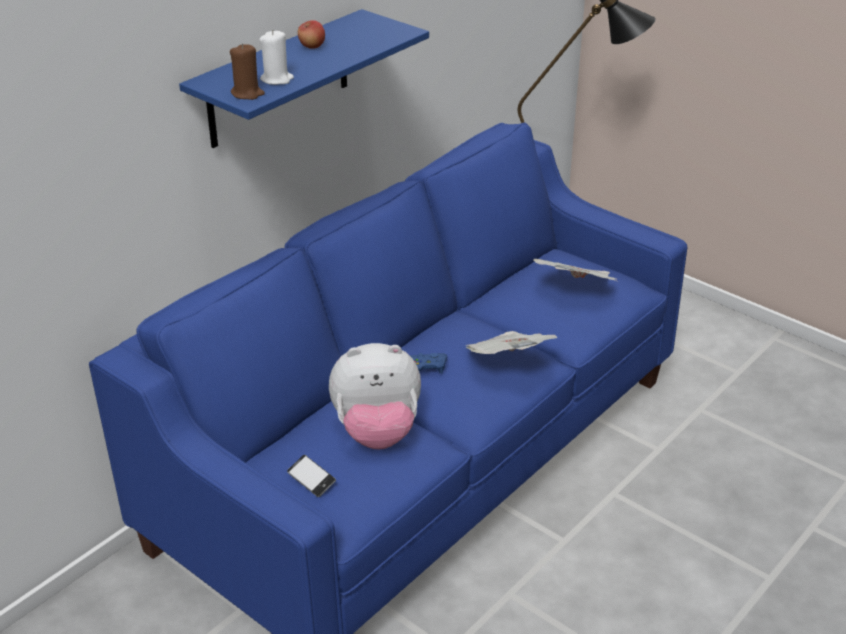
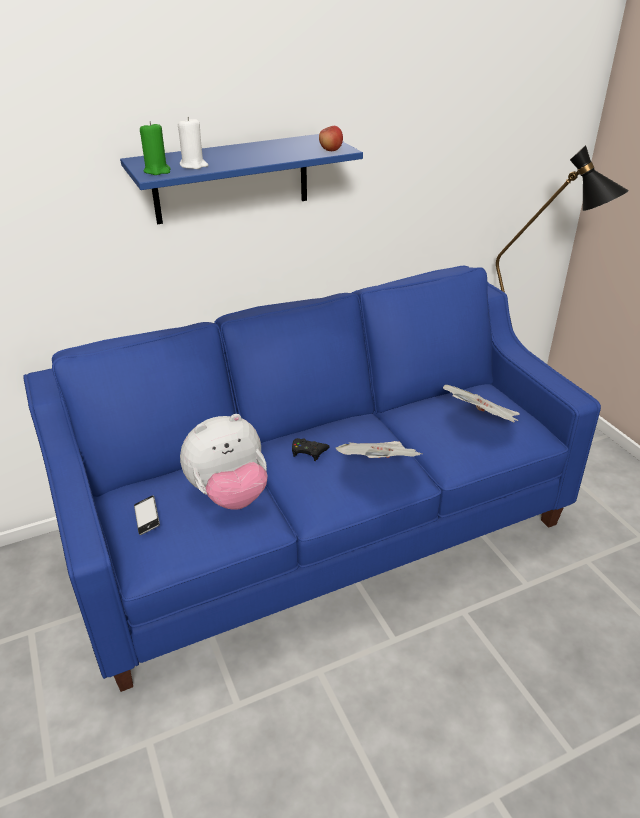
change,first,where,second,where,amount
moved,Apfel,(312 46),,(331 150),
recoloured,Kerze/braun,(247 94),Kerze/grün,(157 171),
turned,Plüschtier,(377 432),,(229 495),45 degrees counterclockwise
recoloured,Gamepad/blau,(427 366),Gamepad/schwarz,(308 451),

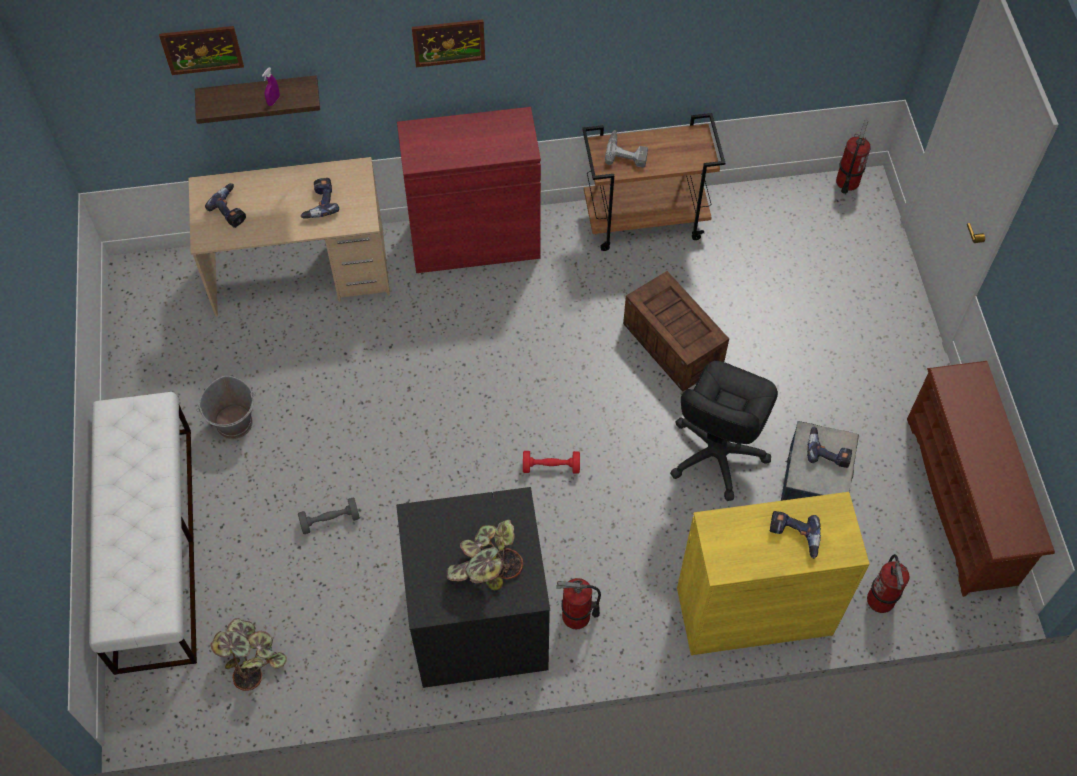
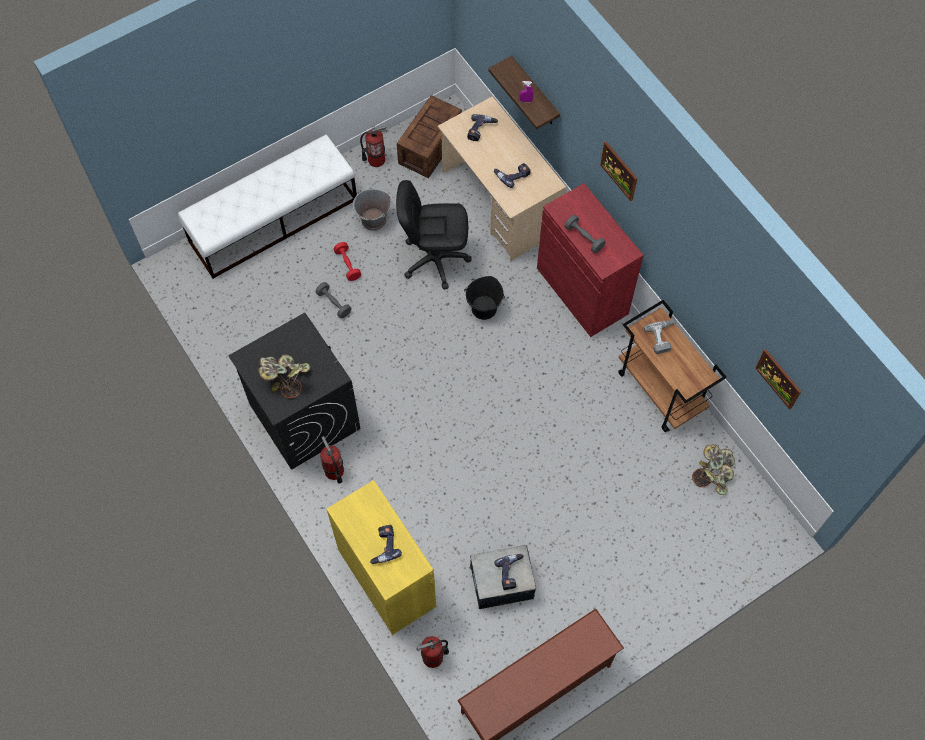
change,first,where,second,where,amount
moved,Bild,(202 49),,(778 378),
moved,Feuerlöscher,(847 182),,(376 159),
moved,Kiste,(674 345),,(429 147),
moved,Bürostuhl/schwarz,(716 454),,(435 259),
moved,Hantel/rot,(551 467),,(347 265),
moved,Topfpflanze,(251 659),,(713 474),
added,,,Hantel/grau,(584 238),
added,,,Eimer/schwarz,(484 308),

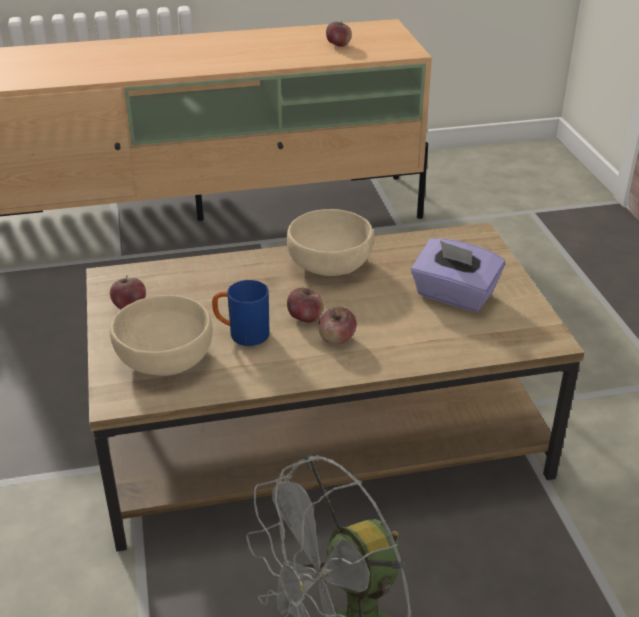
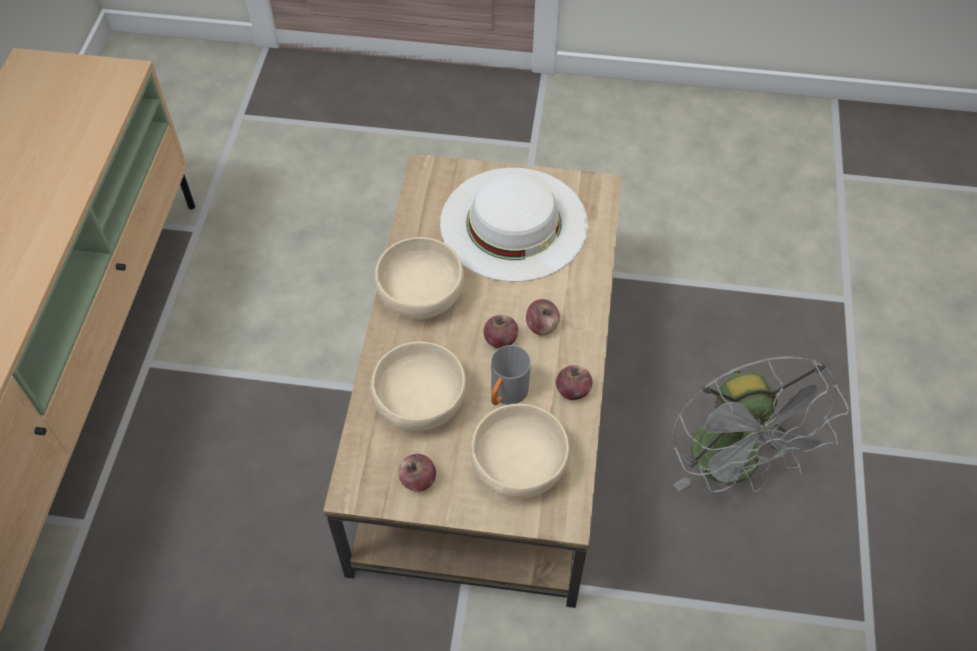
change,first,where,second,where,amount
moved,Apfel,(338 45),,(573 390),
replaced,Taschentuchbox/lila,(454 295),Hut/weiß,(514 223),
recoloured,Henkelbecher/blau,(242 334),Henkelbecher/grau,(506 395),
added,,,Schüssel/beige,(422 401),

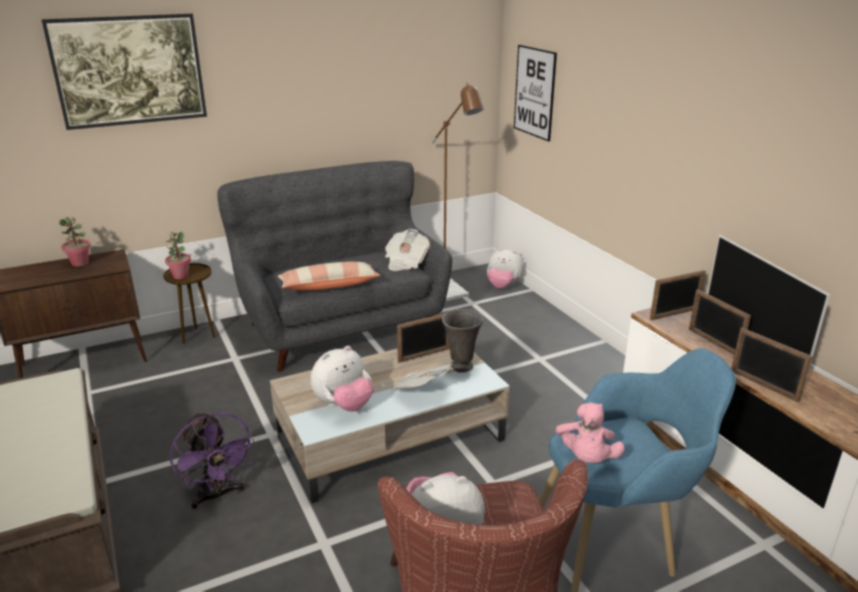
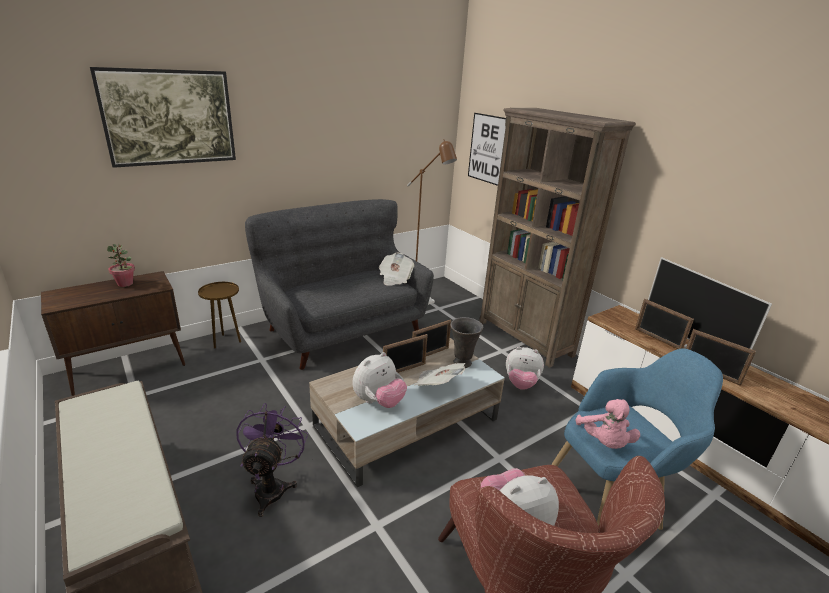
change,first,where,second,where,amount
removed,Topfpflanze,(180 276),,,
moved,Plüschtier,(503 286),,(521 384),
removed,Kissen,(329 286),,,
moved,Bilderrahmen,(674 314),,(404 370),
turned,Ventilator/lila,(217 495),,(272 486),135 degrees counterclockwise
added,,,Bücherregal/braun,(525 338),

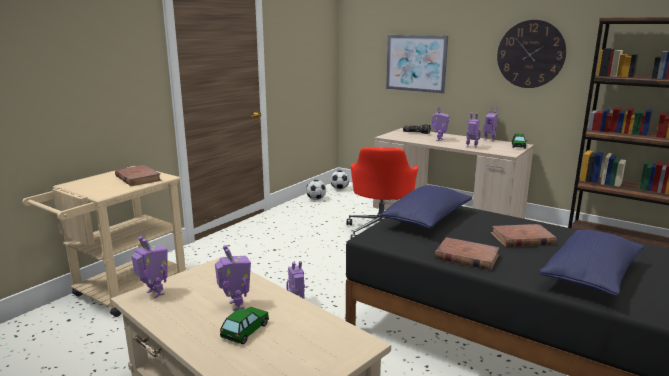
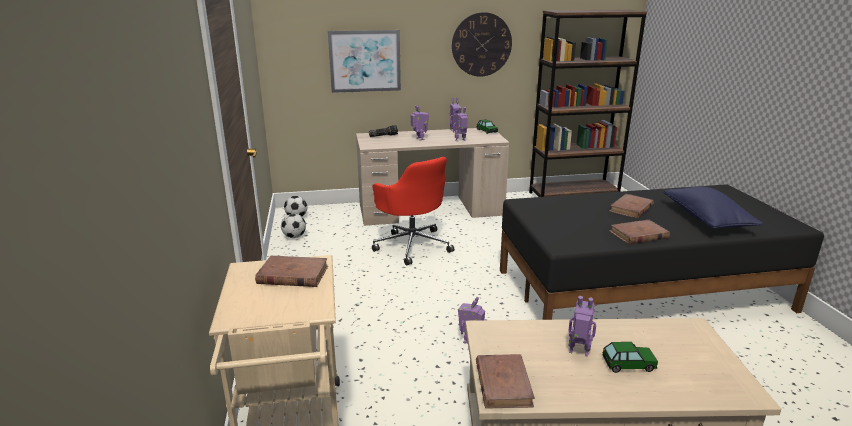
change,first,where,second,where,amount
removed,Kissen/blau,(427 220),,,
replaced,Spielzeugroboter,(154 293),Buch/braun,(503 384),
turned,Spielzeugauto,(245 330),,(628 364),105 degrees clockwise

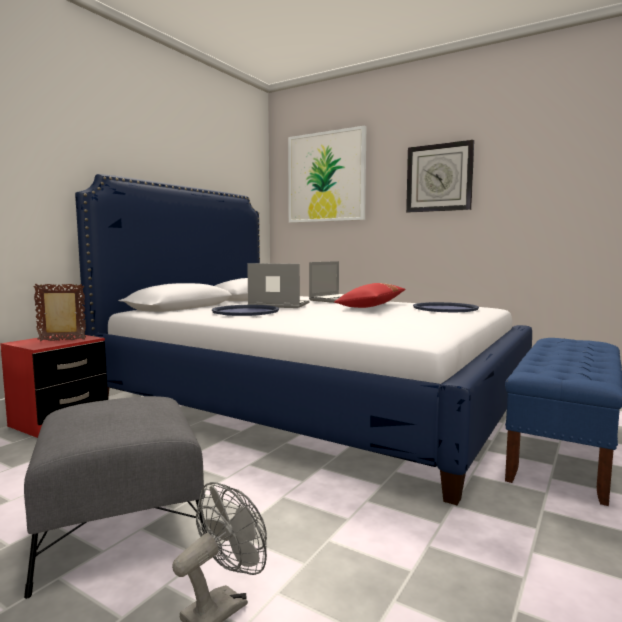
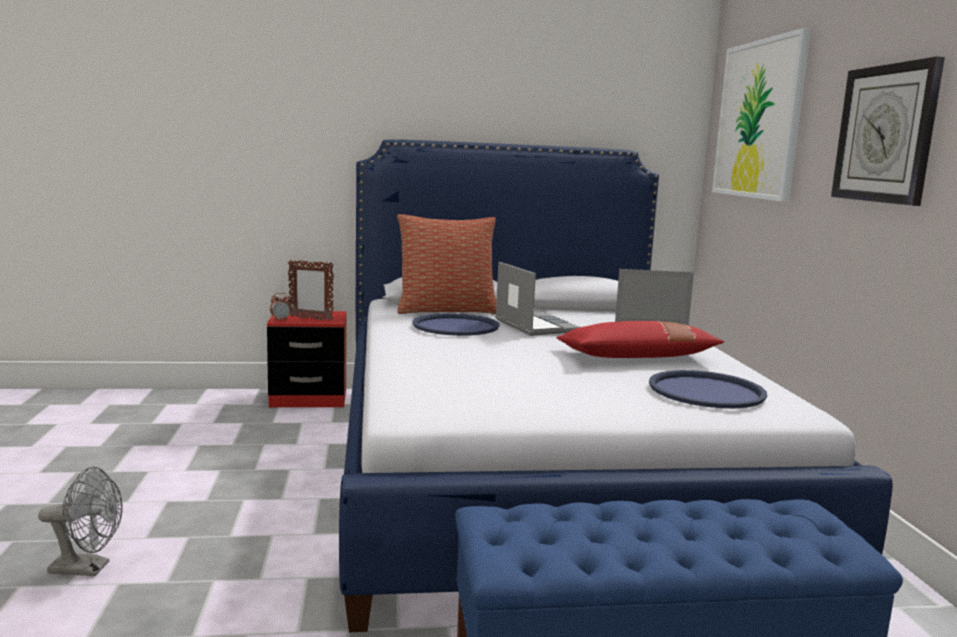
change,first,where,second,where,amount
turned,Bilderrahmen,(62 340),,(311 318),150 degrees clockwise
removed,Polsterhocker/grau,(122 526),,,
added,,,Kissen,(446 310),
added,,,Wecker,(280 320),

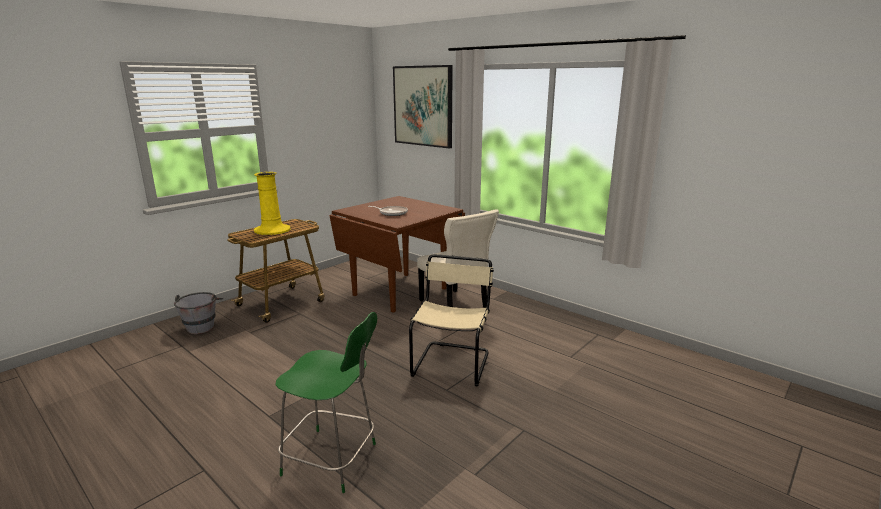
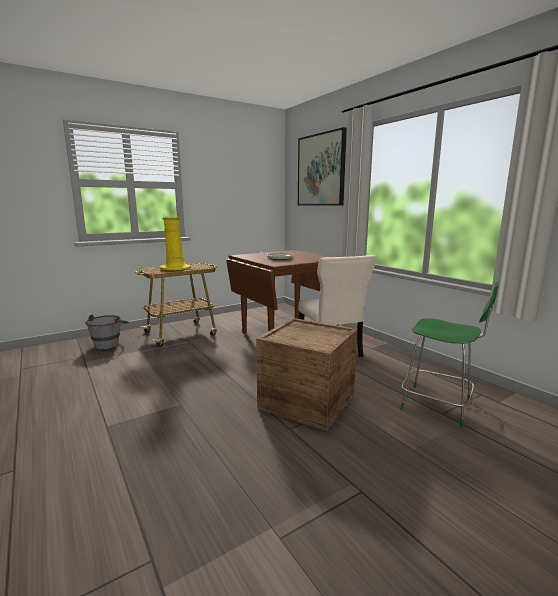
change,first,where,second,where,amount
replaced,Stuhl/beige,(452 362),Kiste,(307 401),
moved,Hocker/grün,(333 460),,(439 406),

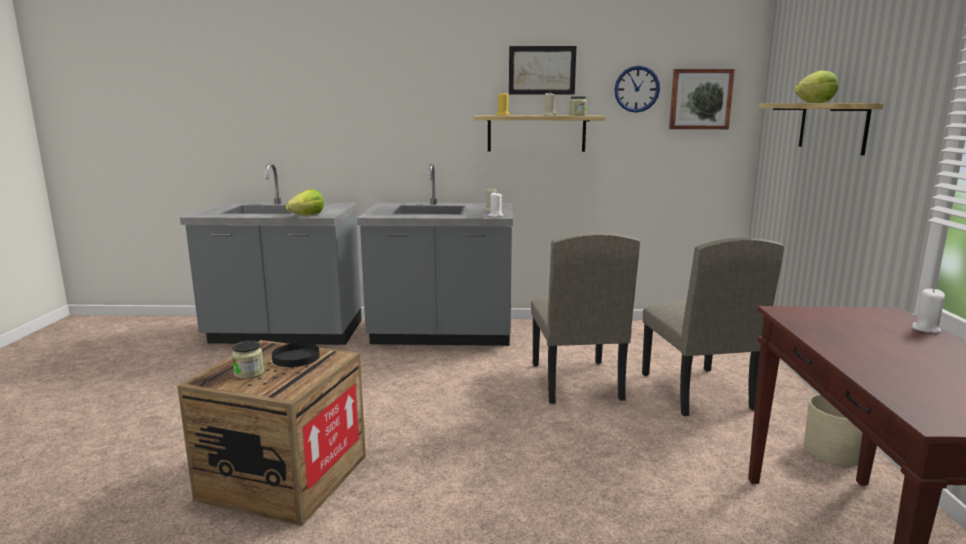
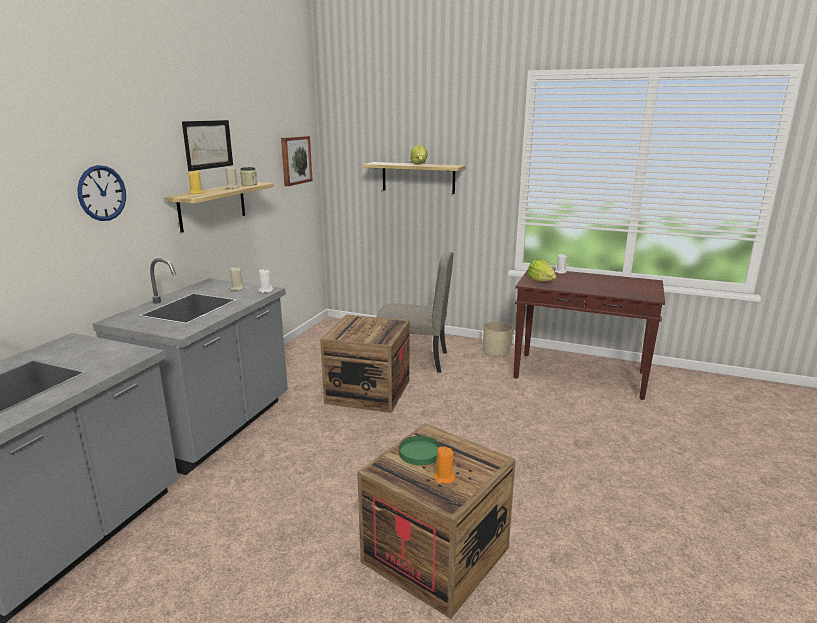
change,first,where,second,where,amount
moved,Wanduhr,(636 89),,(102 193),
moved,Salatkopf,(307 215),,(541 281),
replaced,Stuhl/beige,(575 381),Kiste,(368 392),
replaced,Vorratsglas,(249 373),Kerze/orange,(444 478),
recoloured,Teller/schwarz,(295 357),Teller/grün,(420 453),

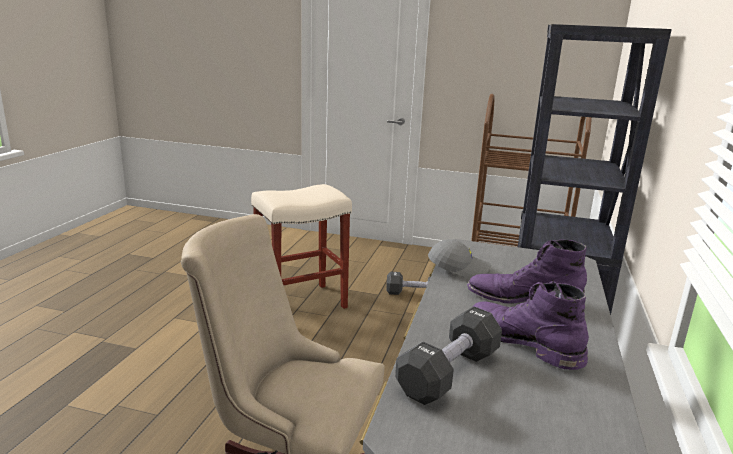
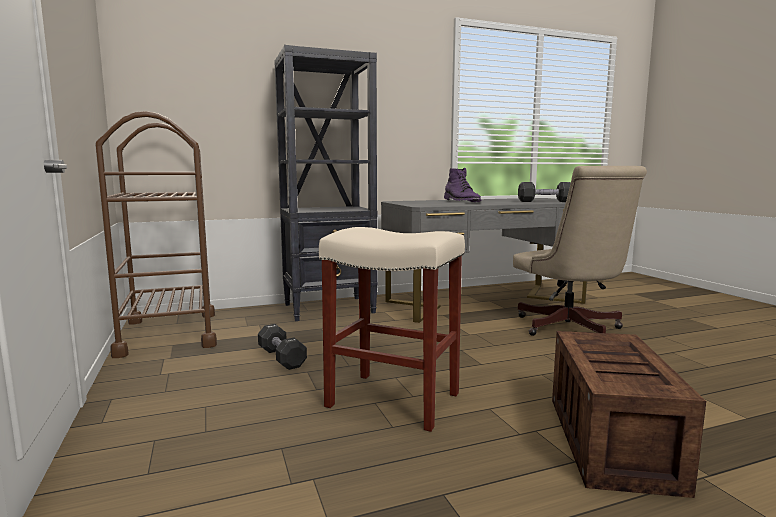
change,first,where,second,where,amount
removed,Kappe/grau,(458 268),,,
removed,Stiefel/lila,(523 341),,,
added,,,Kiste,(612 442),

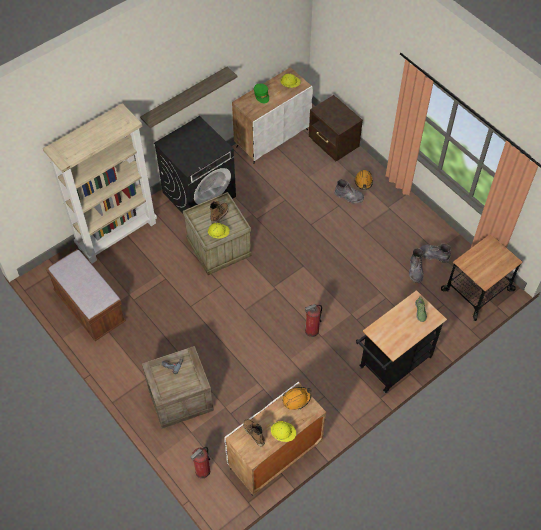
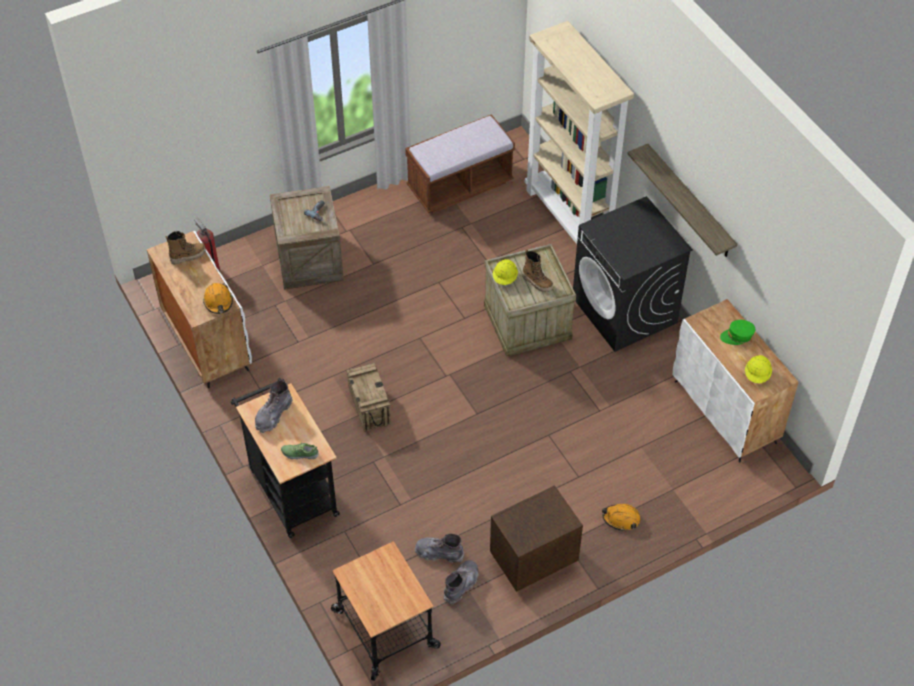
change,first,where,second,where,amount
moved,Nachttisch/braun,(333 145),,(532 559),
moved,Stiefel/grau,(349 197),,(273 415),
replaced,Feuerlöscher,(312 331),Kiste,(368 406),
removed,Schutzhelm/gelb,(283 434),,,

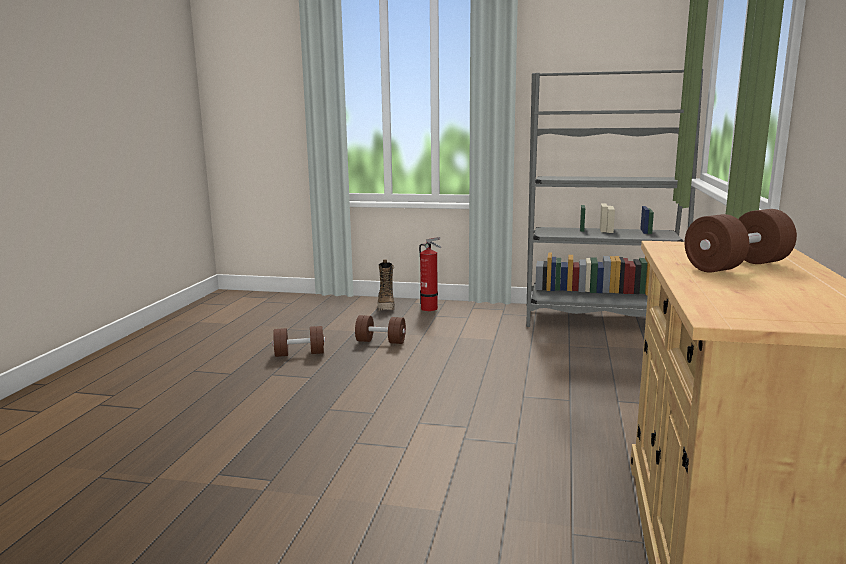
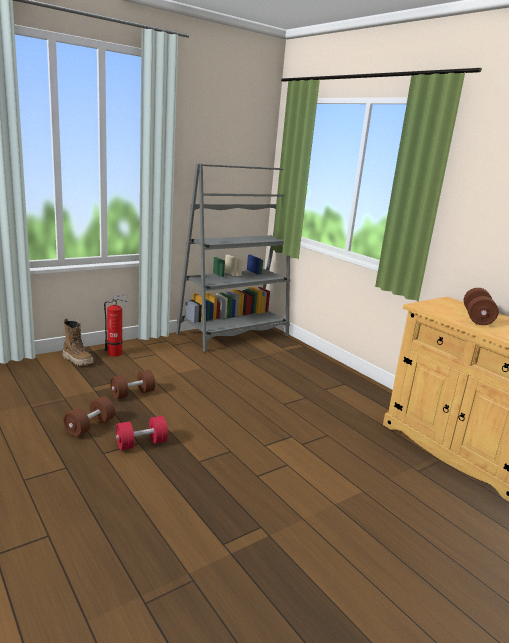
change,first,where,second,where,amount
added,,,Hantel/rot,(141 444),

